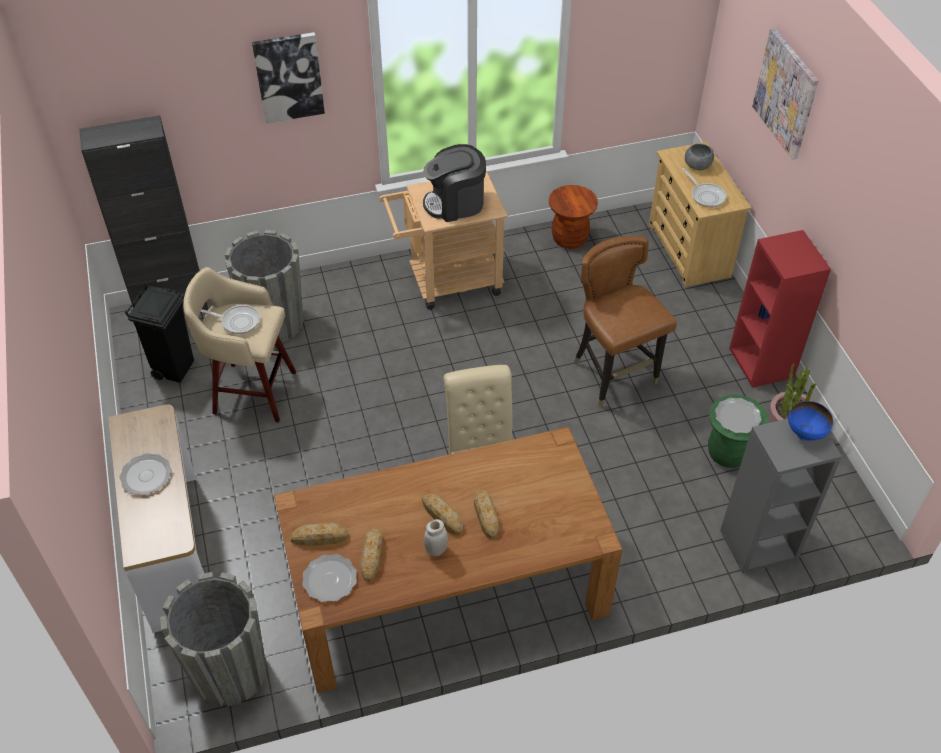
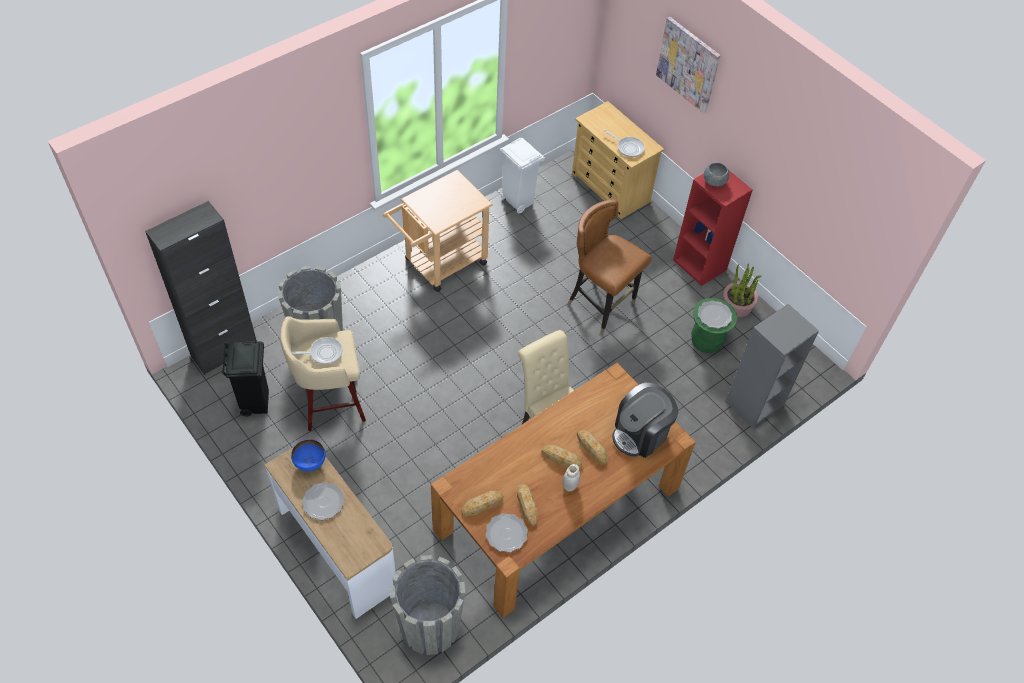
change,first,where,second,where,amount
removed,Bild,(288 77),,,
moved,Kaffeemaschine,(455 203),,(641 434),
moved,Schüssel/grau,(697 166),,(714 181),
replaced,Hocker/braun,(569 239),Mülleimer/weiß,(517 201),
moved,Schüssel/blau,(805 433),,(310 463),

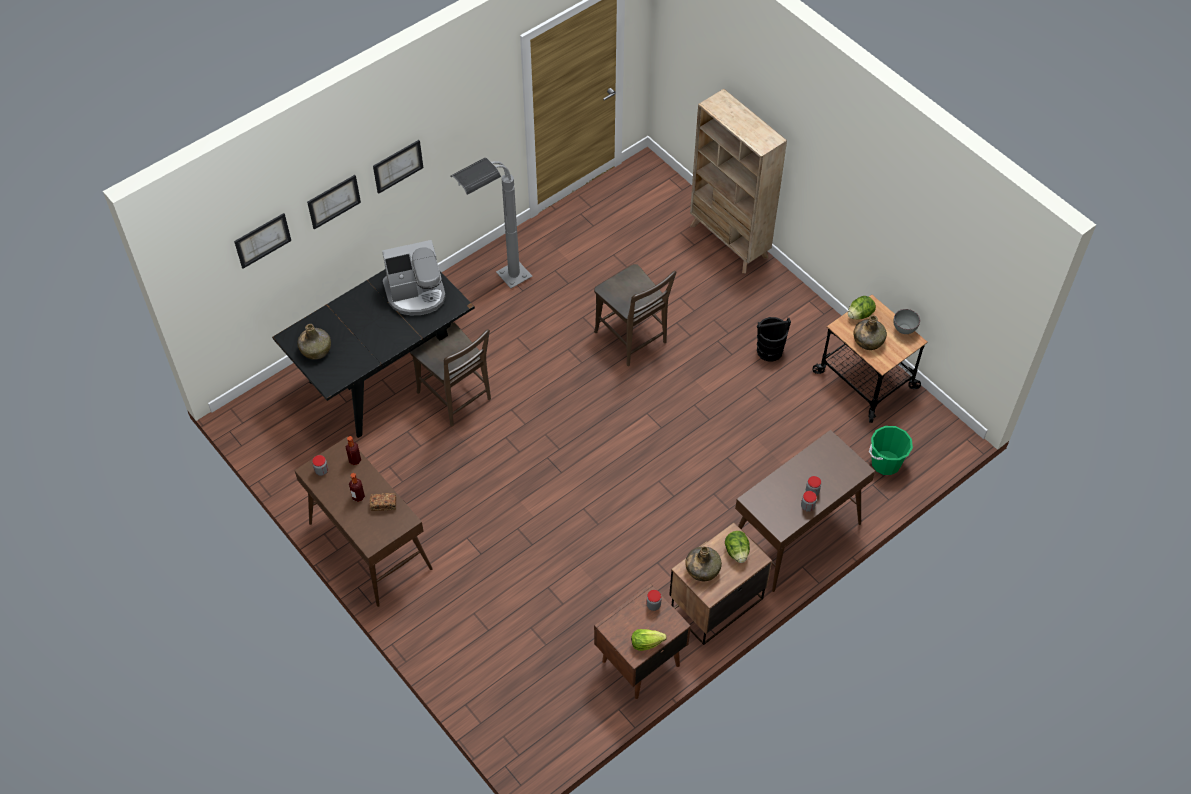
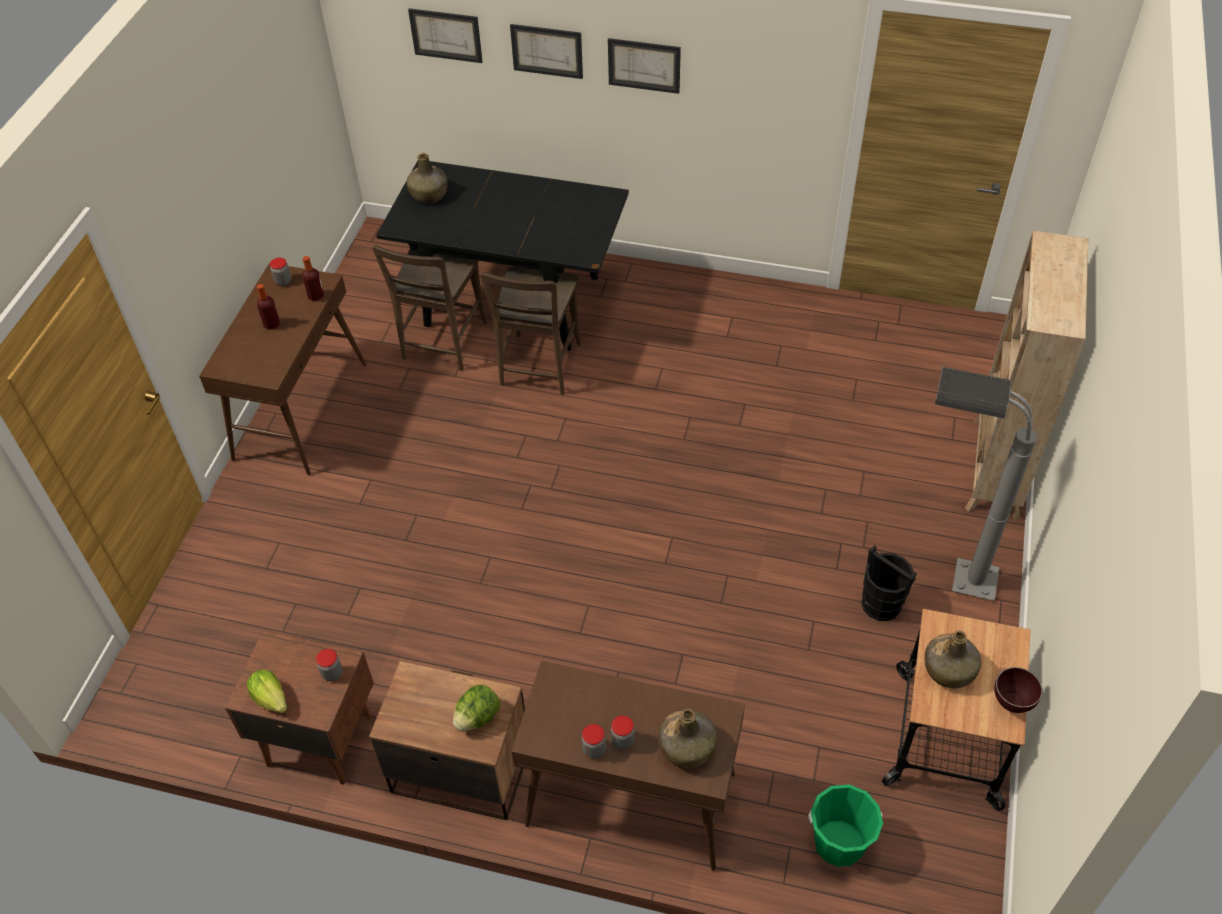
change,first,where,second,where,amount
moved,Stehlampe/grau,(498 285),,(944 576),
removed,Kaffeemaschine,(416 294),,,
moved,Stuhl/braun,(633 339),,(442 344),
removed,Salatkopf,(860 315),,,
recoloured,Schüssel/grau,(904 330),Schüssel/braun,(1013 703),
removed,Brot,(383 505),,,
moved,Flasche/grün,(702 569),,(687 747),

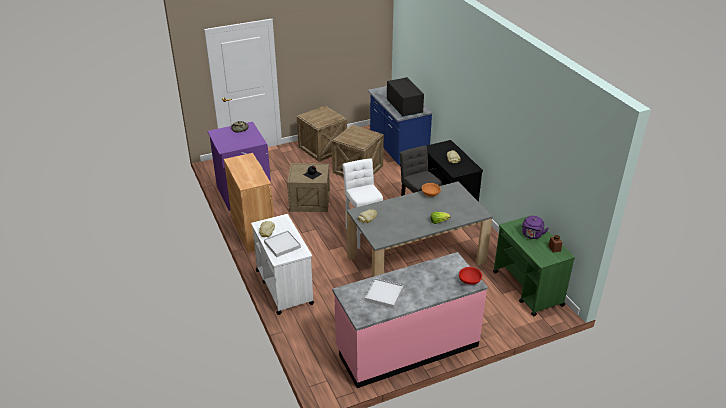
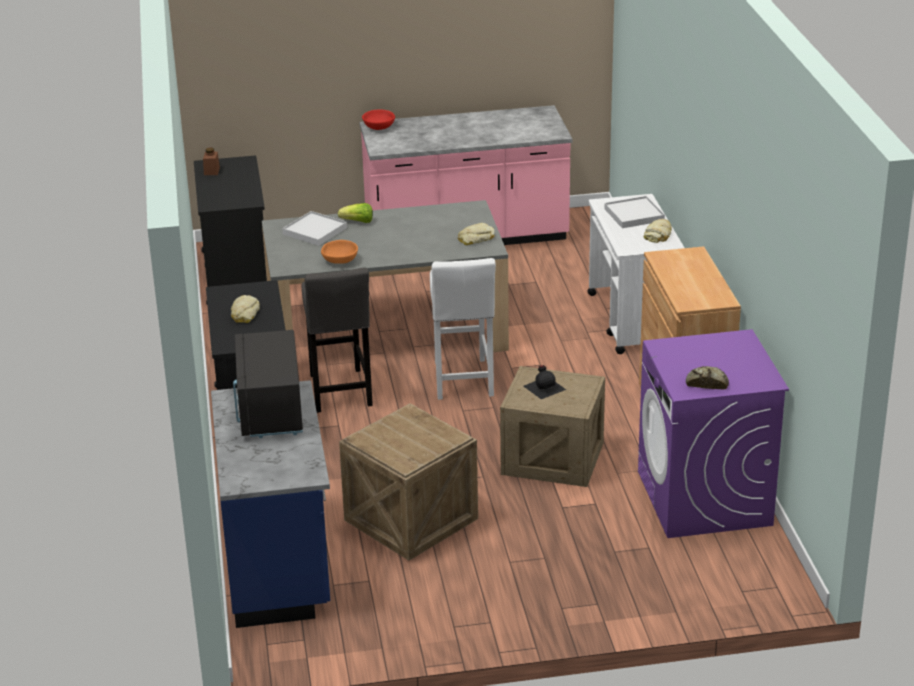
change,first,where,second,where,amount
removed,Kiste,(323 149),,,
recoloured,Rollwagen/grün,(527 289),Rollwagen/schwarz,(236 275),
removed,Wasserkessel/lila,(531 235),,,
moved,Tablett/weiß,(384 295),,(315 231),

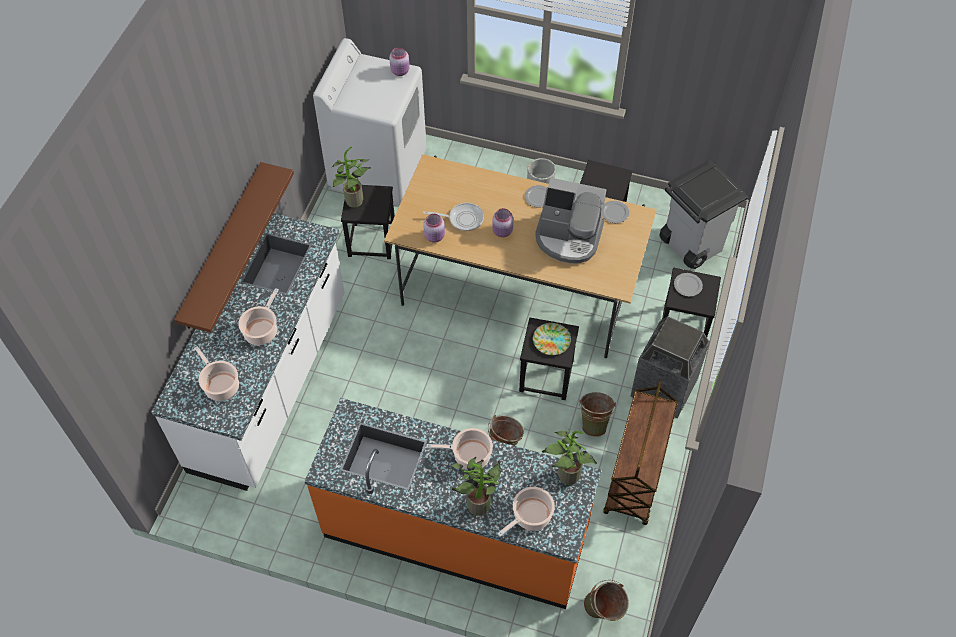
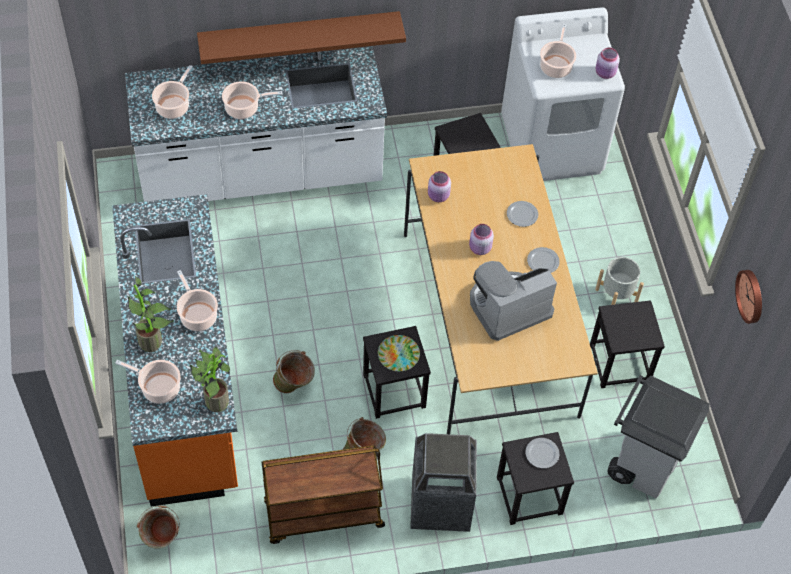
change,first,where,second,where,amount
removed,Topfpflanze,(353 203),,,
turned,Kaffeemaschine,(568 238),,(508 307),75 degrees clockwise
moved,Teller,(615 213),,(521 215),
removed,Pfanne,(462 219),,,
added,,,Kochtopf,(556 65),
added,,,Wanduhr,(751 296),

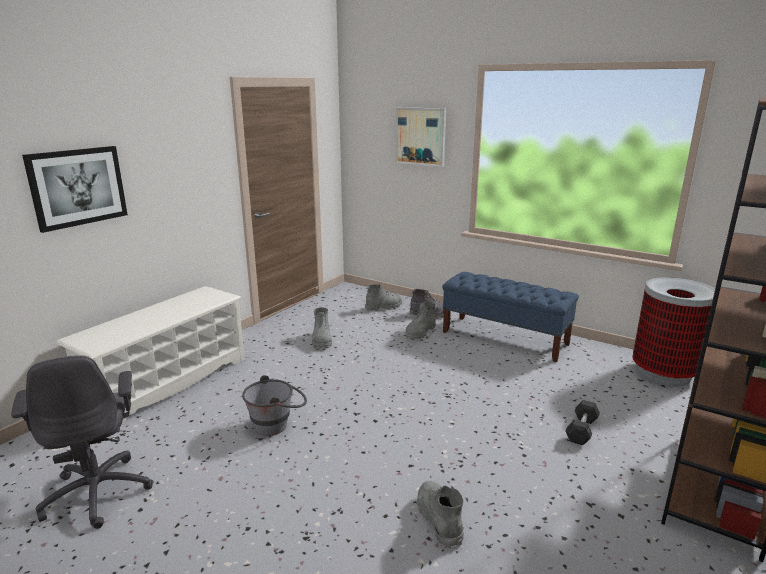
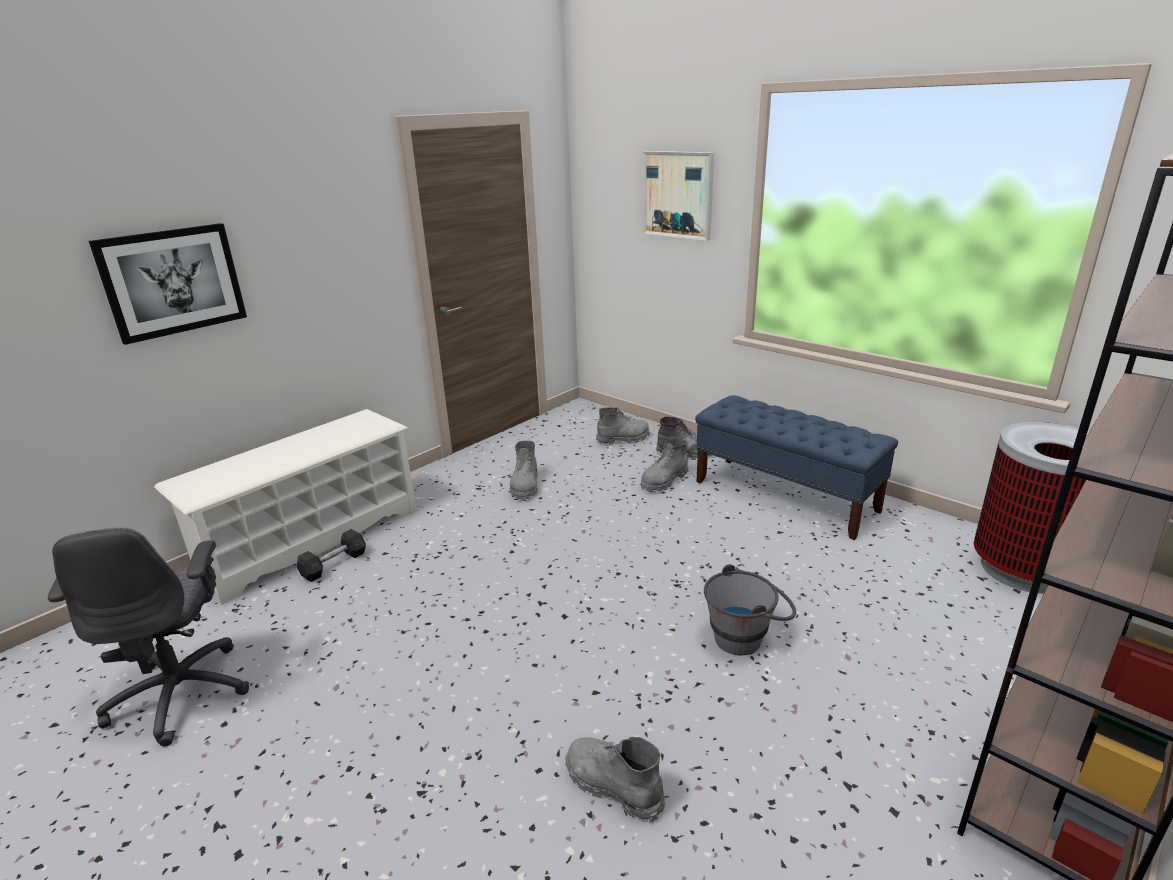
change,first,where,second,where,amount
moved,Eimer/grau,(277 424),,(746 636),
moved,Hantel/grau,(581 430),,(334 564),
turned,Stiefel/grau,(439 519),,(613 785),45 degrees counterclockwise

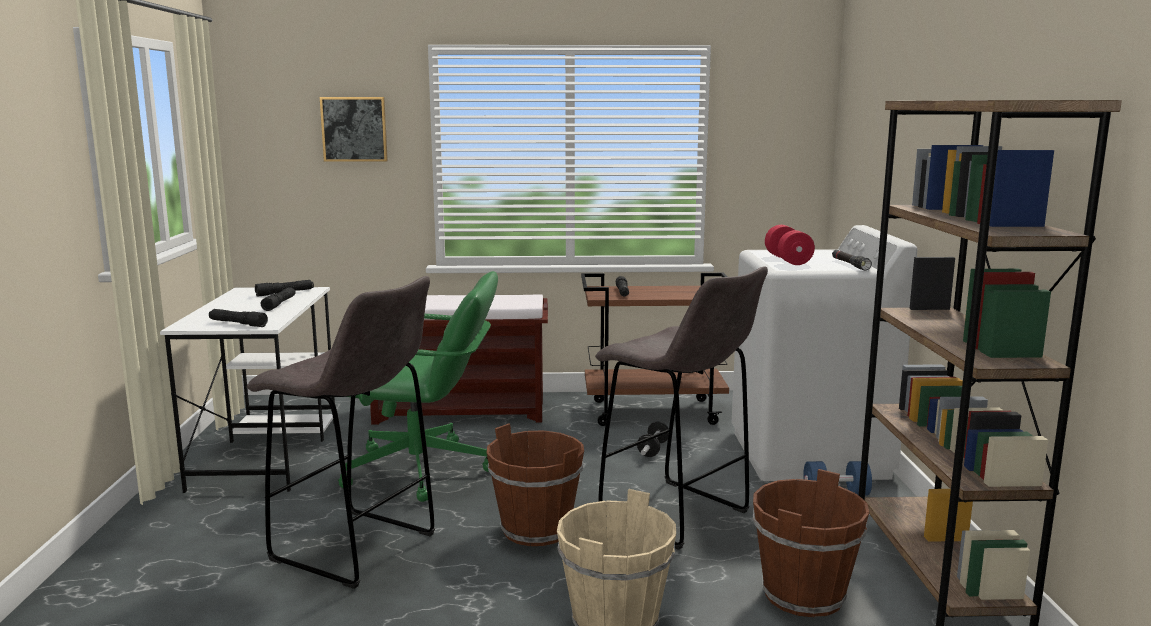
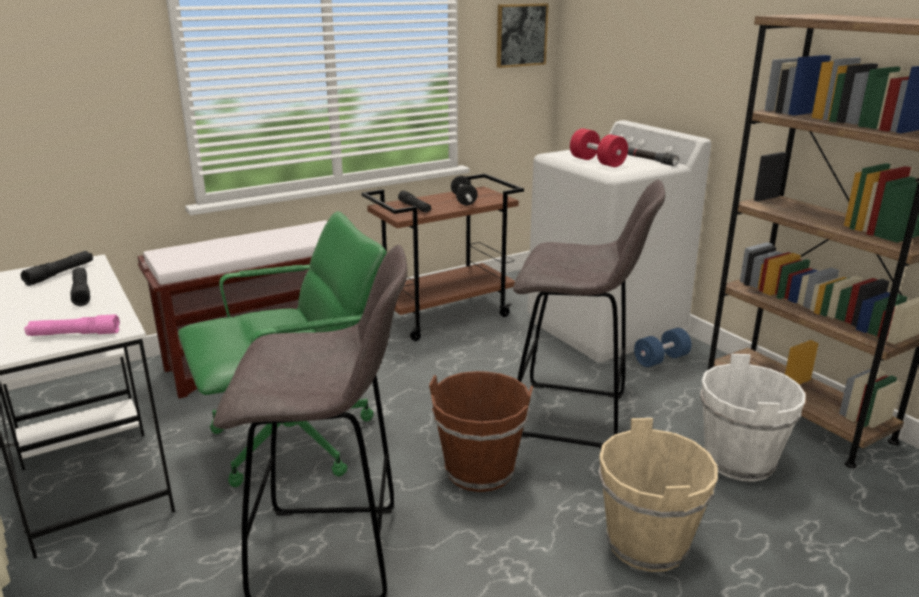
change,first,where,second,where,amount
moved,Bild,(354 129),,(521 35),
recoloured,Taschenlampe/schwarz,(238 324),Taschenlampe/rosa,(74 334),
moved,Hantel,(653 449),,(463 200),
recoloured,Eimer/braun,(804 595),Eimer/weiß,(739 461),

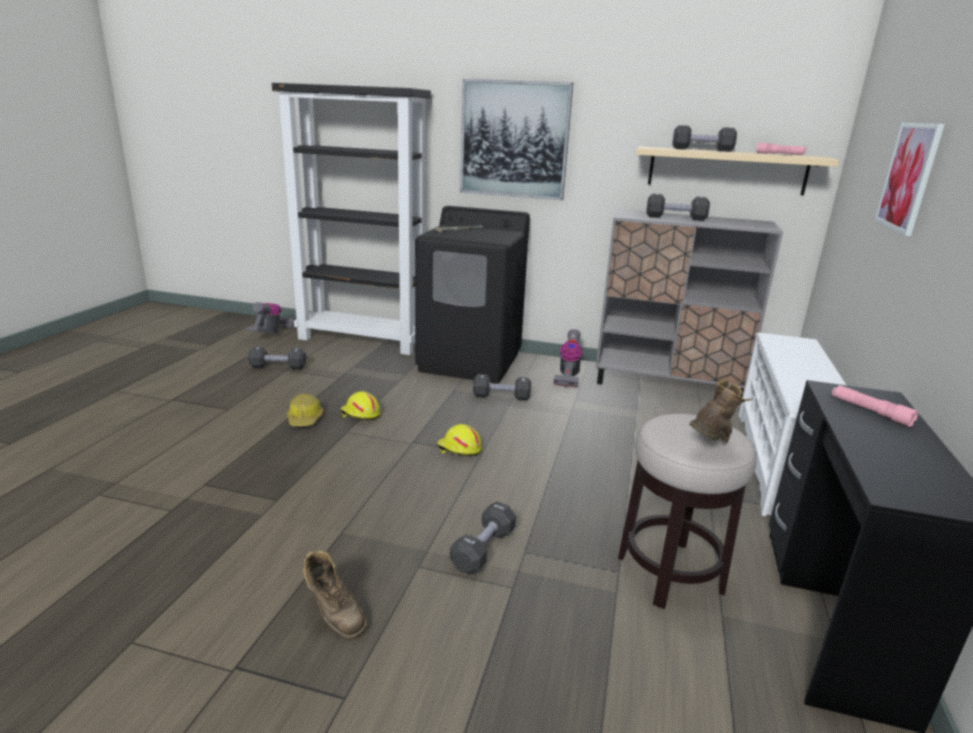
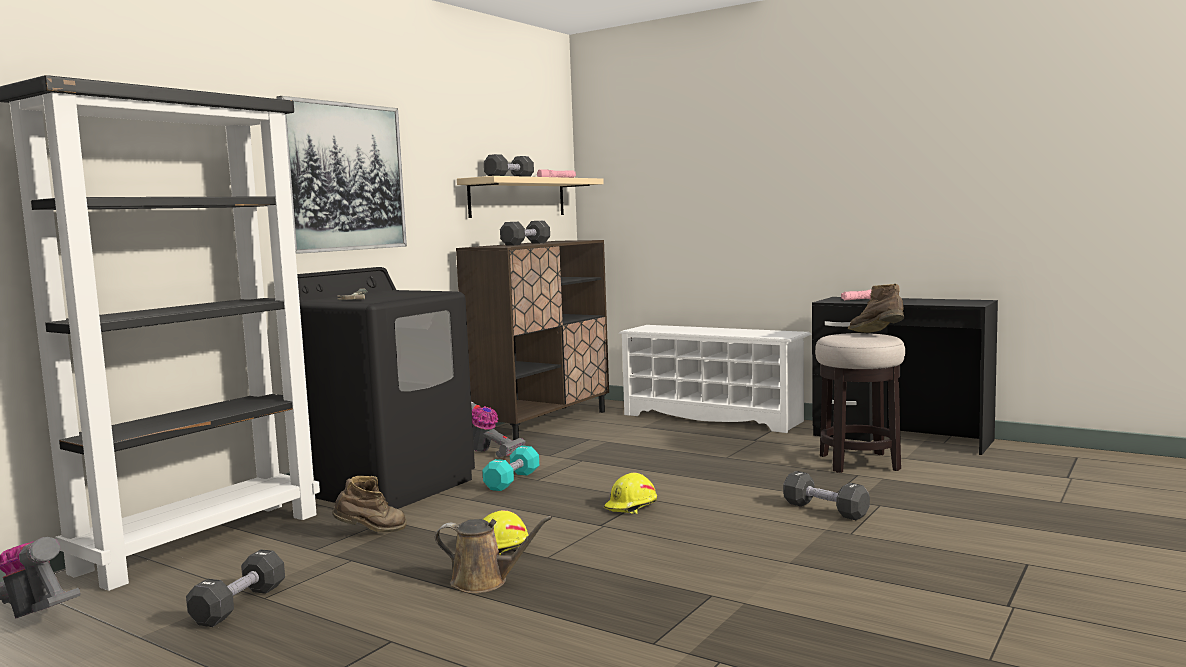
change,first,where,second,where,amount
removed,Bild,(908 177),,,
recoloured,Schrank/grau,(667 384),Schrank/braun,(542 424),
recoloured,Hantel/schwarz,(501 397),Hantel/türkis,(512 480),
replaced,Schutzhelm,(305 419),Gießkanne/braun,(485 582),
moved,Stiefel/braun,(334 615),,(371 533),

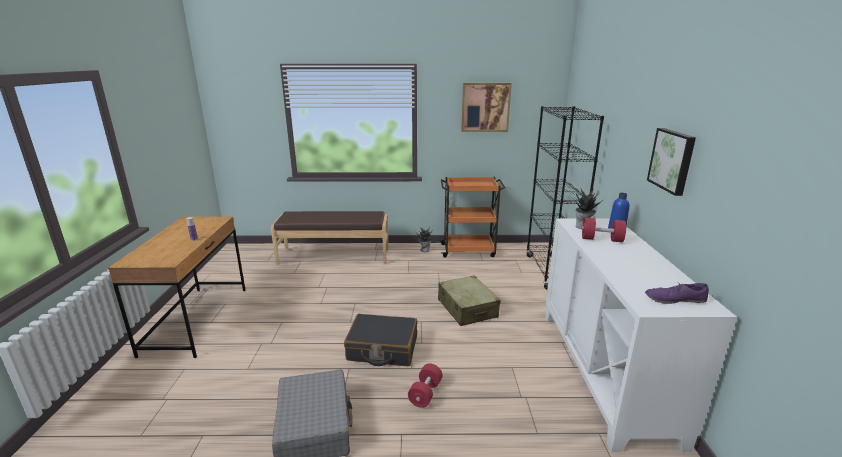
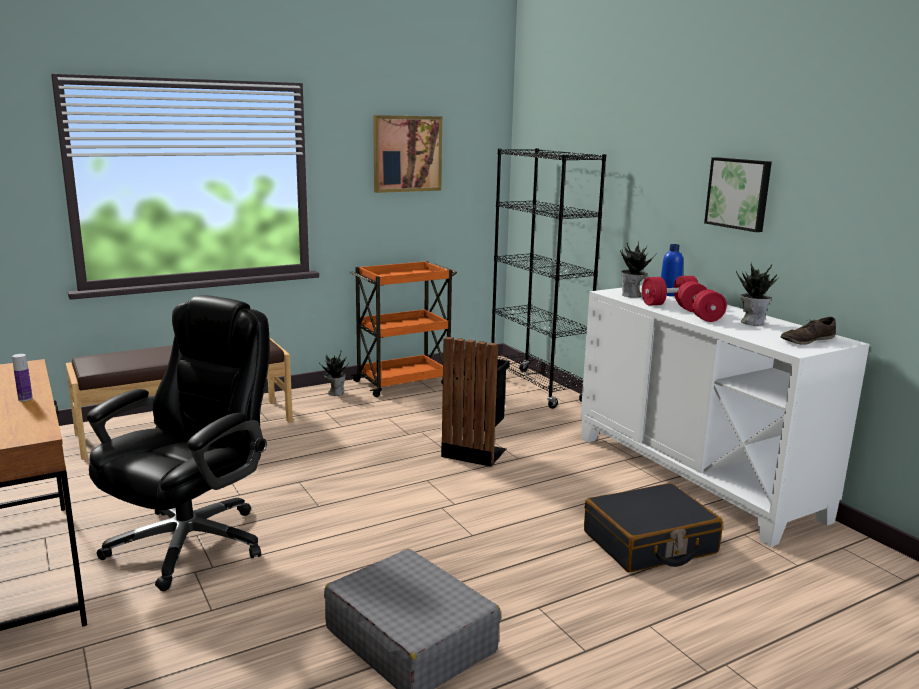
change,first,where,second,where,amount
replaced,Koffer/beige,(467 308),Mülleimer/schwarz,(475 451),
recoloured,Schuh/lila,(674 299),Schuh/braun,(807 340),
moved,Koffer/schwarz,(382 349),,(649 543),
moved,Hantel/rot,(425 393),,(699 315),
added,,,Topfpflanze,(752 322),
added,,,Bürostuhl/schwarz,(191 542),

